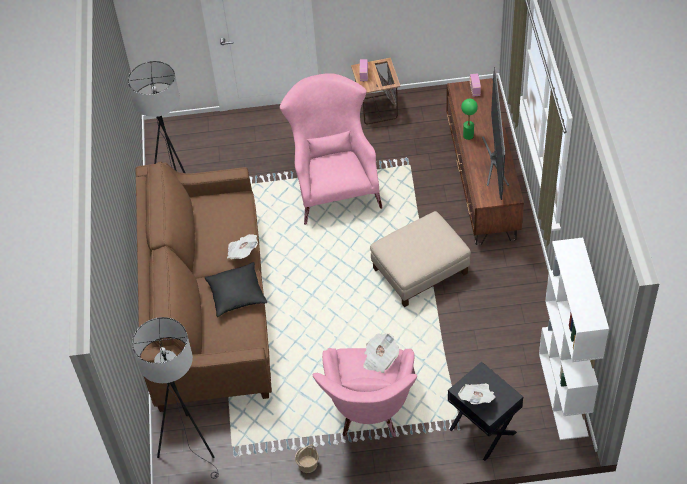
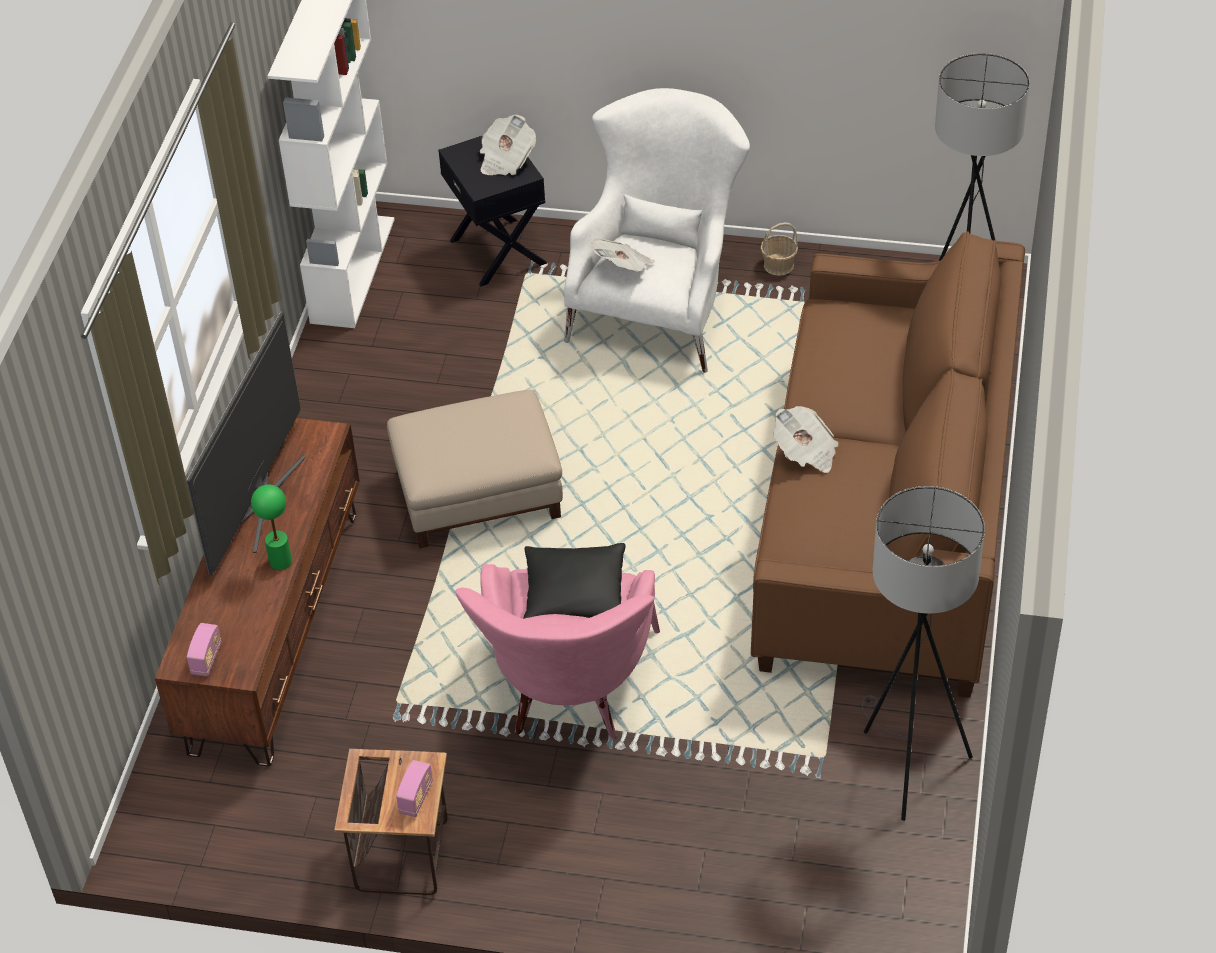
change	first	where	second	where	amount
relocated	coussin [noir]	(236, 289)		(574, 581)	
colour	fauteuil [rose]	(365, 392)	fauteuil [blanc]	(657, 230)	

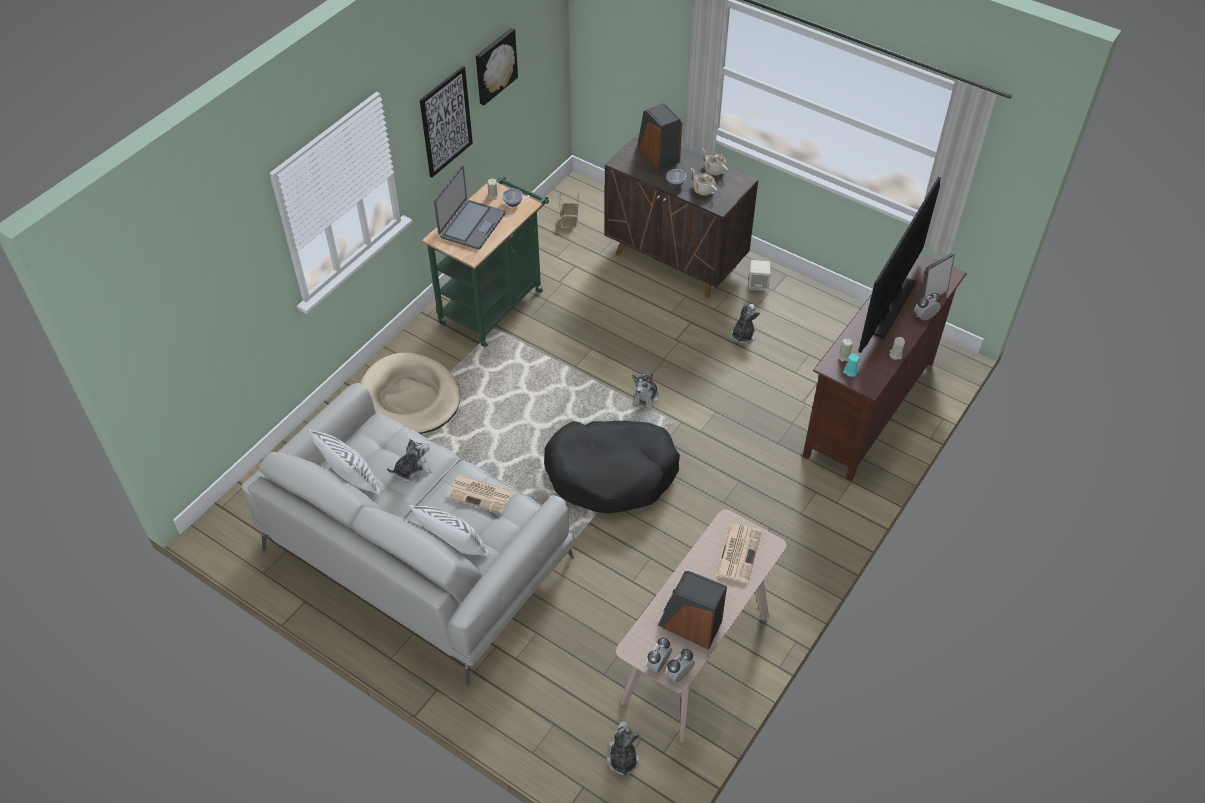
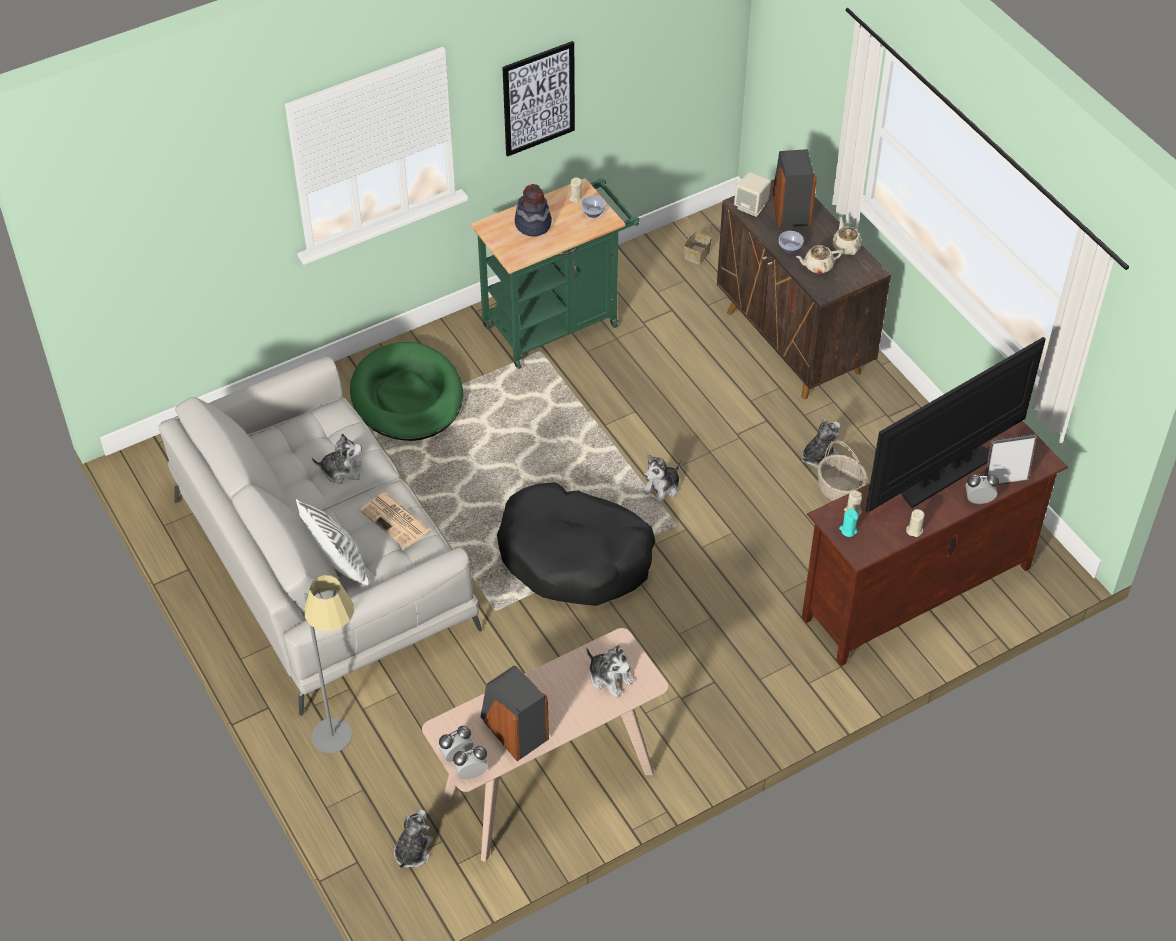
change	first	where	second	where	amount
missing	coussin [blanc]	(345, 462)			
missing	tableau	(497, 66)			
appeared			lampadaire [gris]	(329, 664)	
appeared			panier	(842, 470)	
relocated	enceinte [beige]	(759, 275)		(752, 194)	
exchanged	ordinateur portable	(470, 207)	chapeau	(533, 210)	
exchanged	journal	(738, 553)	peluche	(610, 671)	
colour	panier pour chien [beige]	(410, 393)	panier pour chien [vert]	(406, 391)	
spun	théière [beige]	(704, 182)		(819, 259)	90 degrees counterclockwise

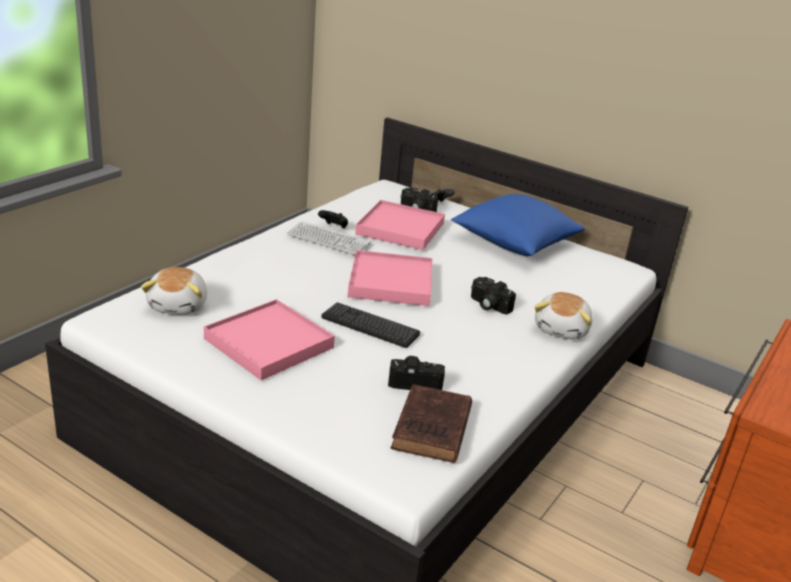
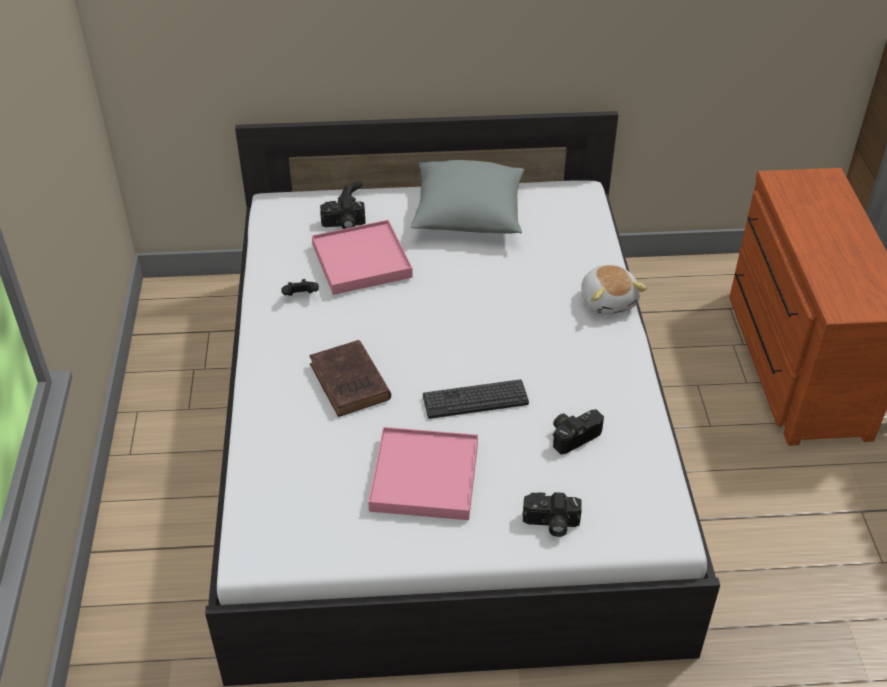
change	first	where	second	where	amount
missing	peluche	(174, 291)			
missing	clavier	(329, 238)			
missing	plateau [rose]	(390, 278)			
relocated	livre [marron]	(431, 423)		(350, 378)	
relocated	appareil photo	(493, 296)		(552, 514)	
colour	coussin [bleu]	(518, 225)	coussin [gris]	(468, 197)	

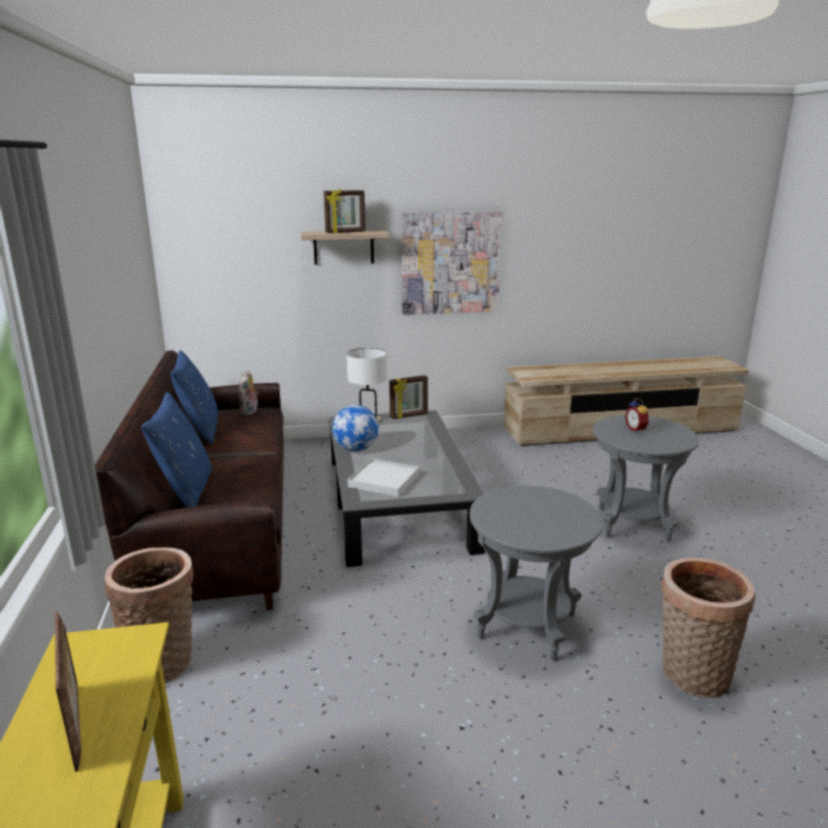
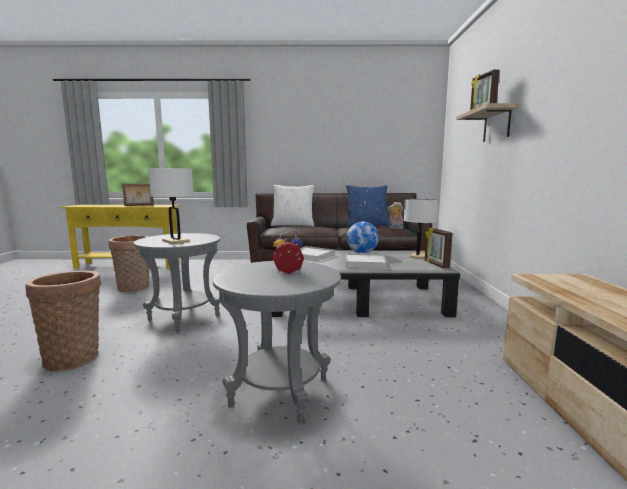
change	first	where	second	where	amount
missing	tableau	(452, 263)			
appeared			lampe de table [blanc]	(171, 206)	
appeared			plateau [blanc]	(365, 261)	
relocated	panier	(149, 615)		(129, 263)	
colour	coussin [bleu]	(176, 450)	coussin [blanc]	(293, 205)	

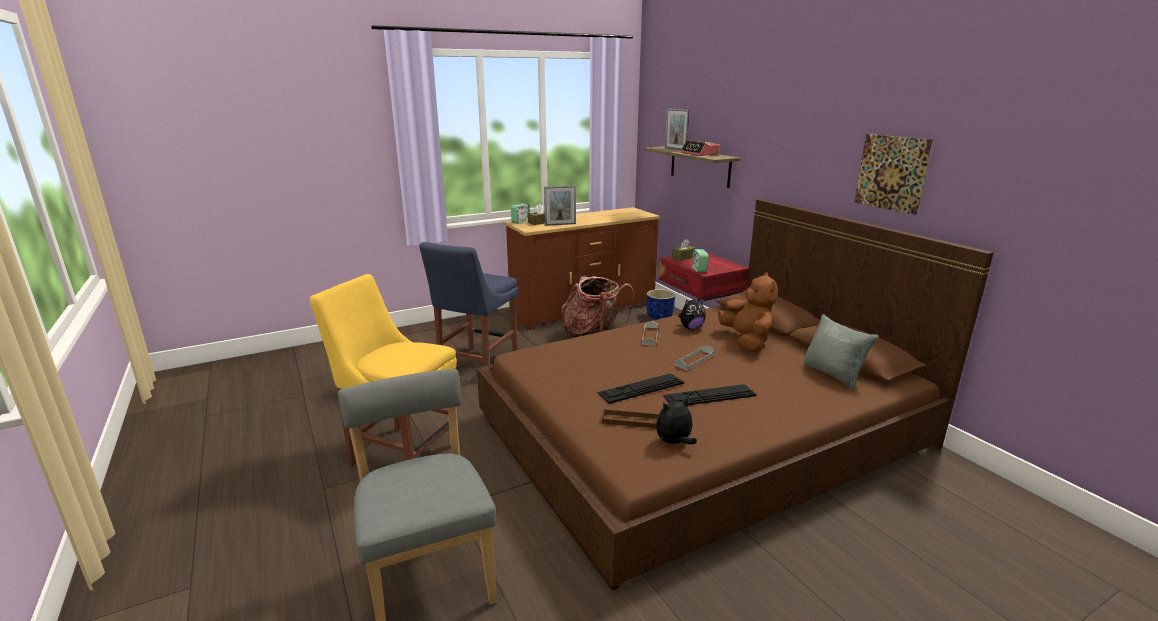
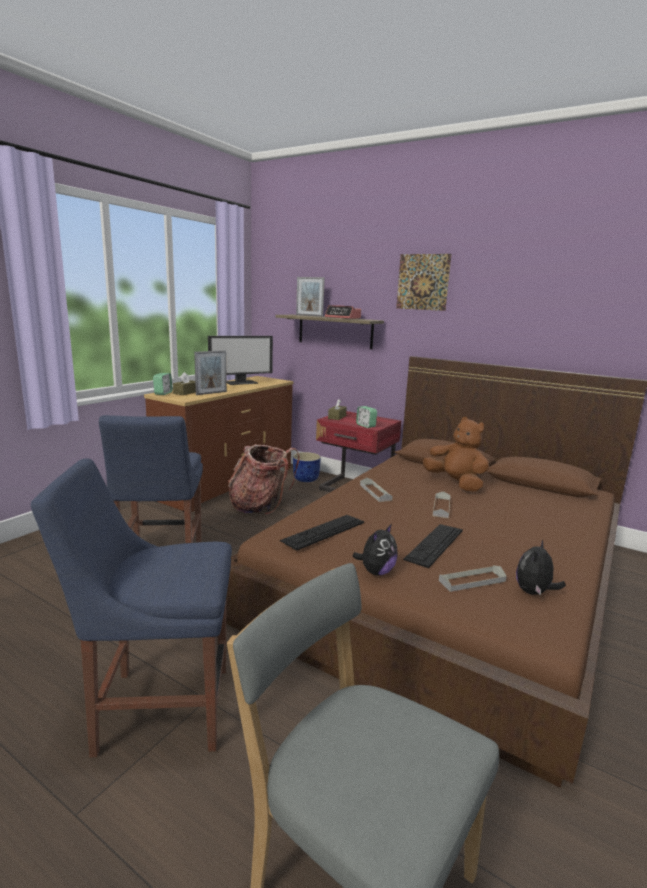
change	first	where	second	where	amount
missing	coussin [gris]	(841, 351)			
appeared			écran d'ordinateur	(240, 360)	
relocated	clavier	(709, 394)		(322, 533)	
relocated	peluche	(692, 314)		(375, 550)	
relocated	tableau	(893, 174)		(424, 282)	
colour	chaise [jaune]	(383, 370)	chaise [bleu]	(131, 608)	
colour	plateau [marron]	(630, 418)	plateau [gris]	(473, 578)	

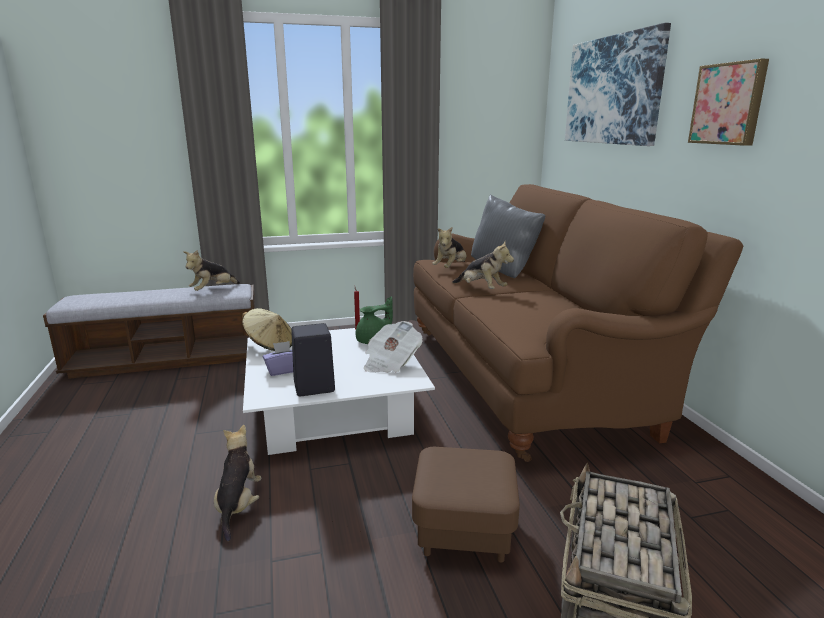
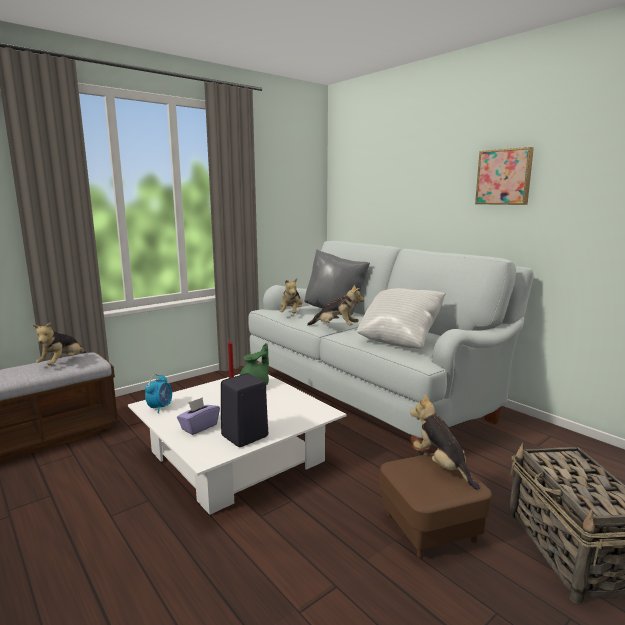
change	first	where	second	where	amount
missing	journal	(393, 347)			
missing	tableau	(618, 84)			
appeared			coussin [blanc]	(401, 318)	
relocated	peluche	(237, 483)		(445, 442)	
exchanged	chapeau [beige]	(267, 329)	réveil	(158, 393)	
colour	canapé [marron]	(578, 323)	canapé [blanc]	(391, 348)	

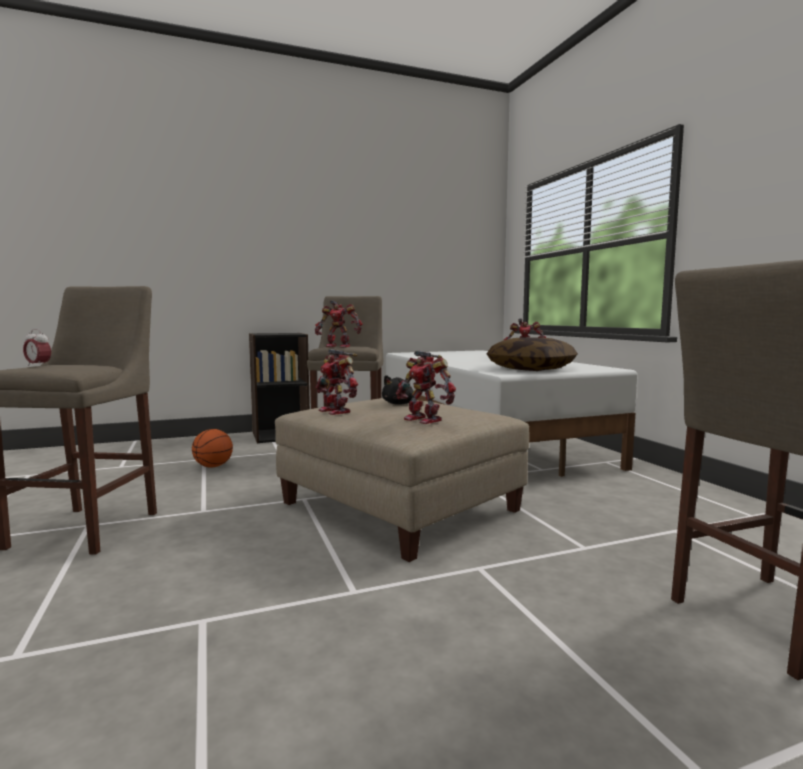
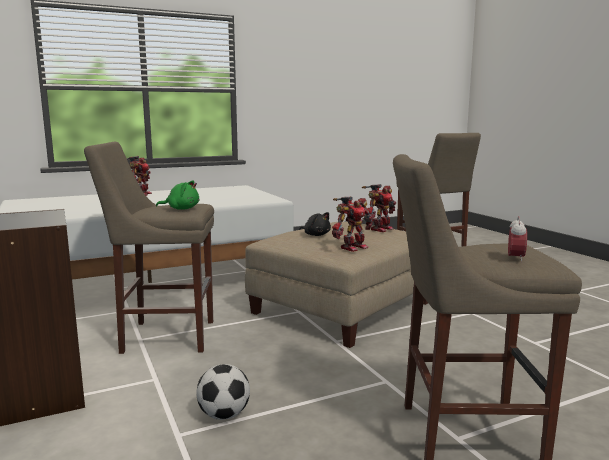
change	first	where	second	where	amount
missing	coussin	(532, 354)			
exchanged	ballon de basket	(212, 448)	ballon de foot	(223, 392)	
exchanged	robot jouet	(339, 323)	peluche [vert]	(177, 195)	

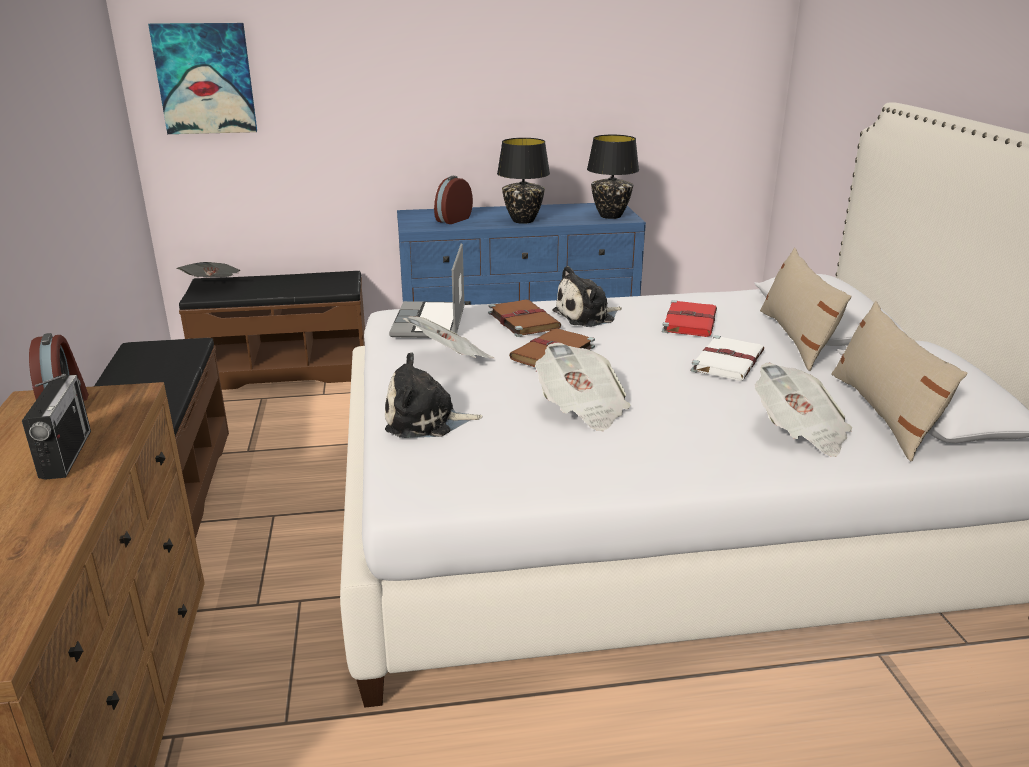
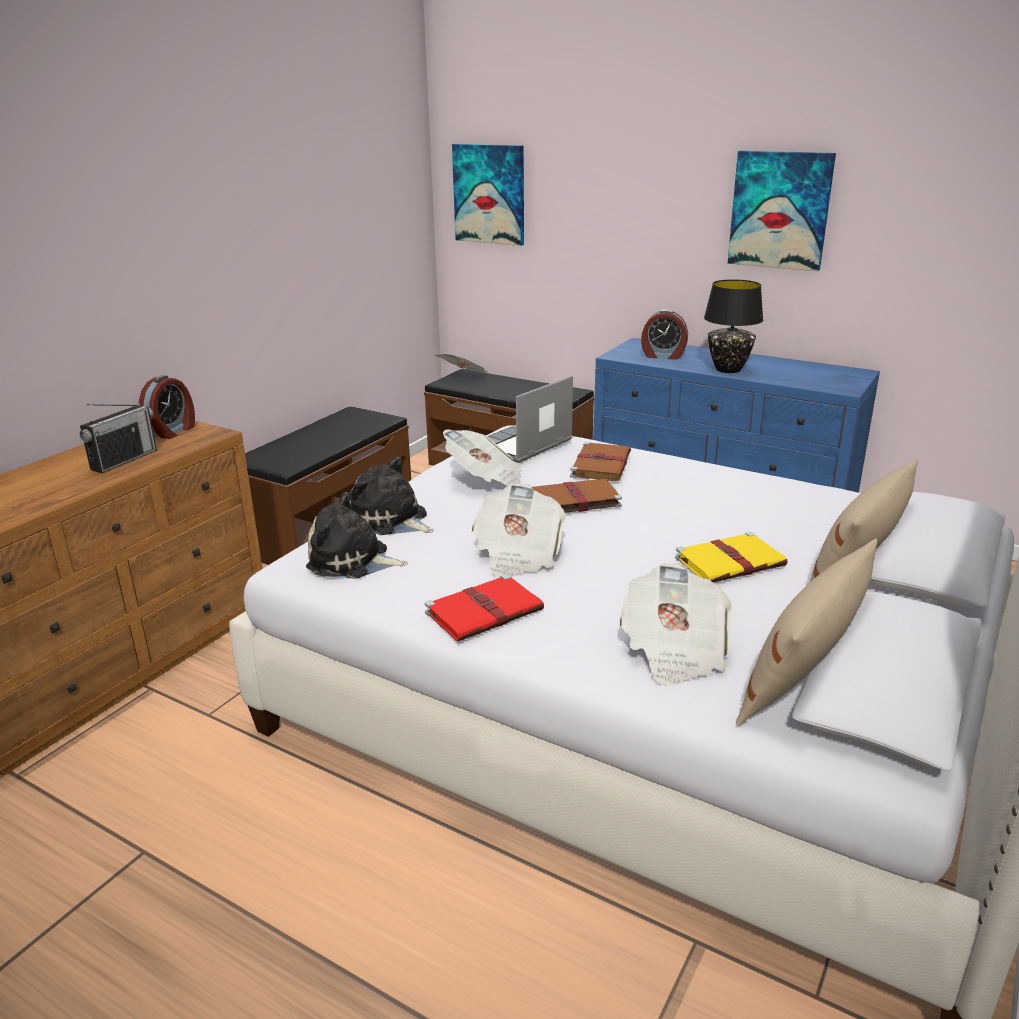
change	first	where	second	where	amount
missing	lampe de table [noir]	(613, 177)			
appeared			tableau	(782, 211)	
relocated	peluche	(587, 296)		(357, 535)	
relocated	livre [rouge]	(689, 318)		(484, 607)	
colour	livre [blanc]	(727, 358)	livre [jaune]	(731, 557)	
spun	réveil	(453, 200)		(664, 335)	150 degrees counterclockwise

